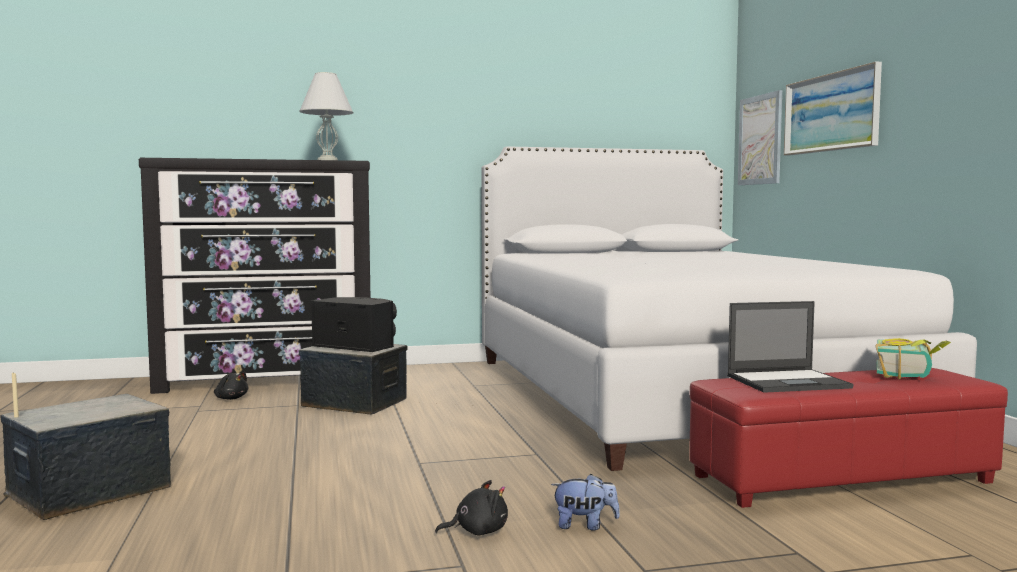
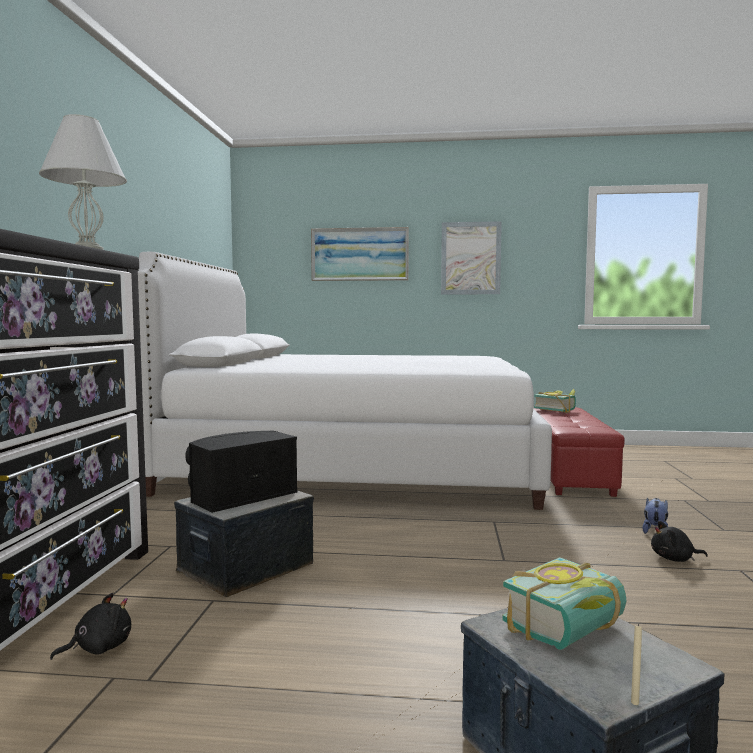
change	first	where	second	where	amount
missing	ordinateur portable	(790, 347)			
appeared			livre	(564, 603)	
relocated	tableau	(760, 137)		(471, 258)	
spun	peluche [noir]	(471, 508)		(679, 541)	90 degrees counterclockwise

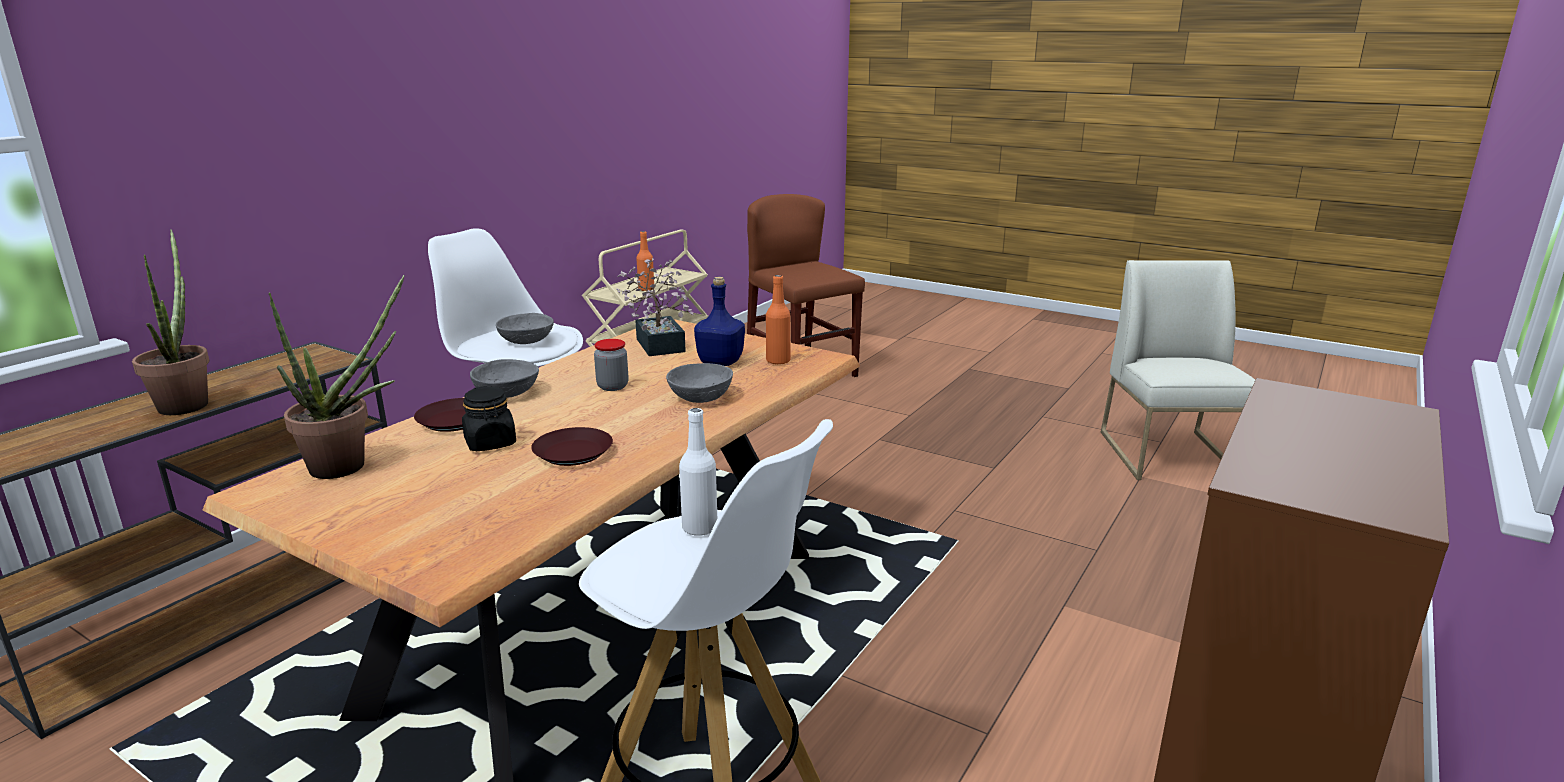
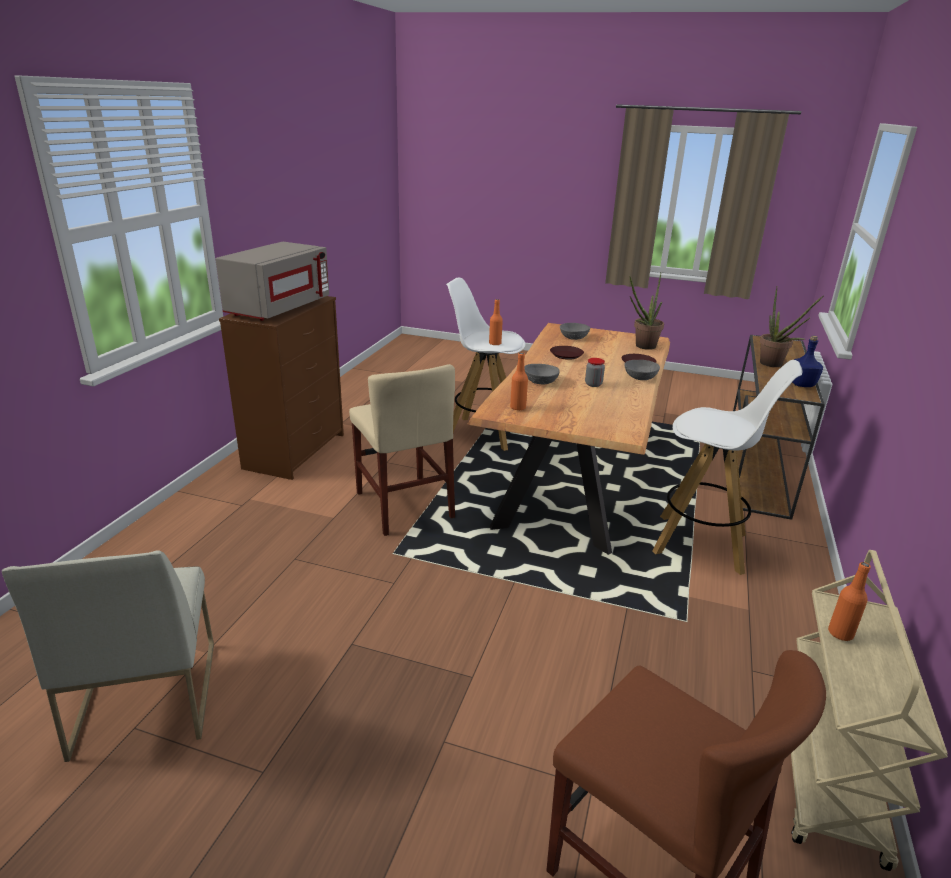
change	first	where	second	where	amount
missing	bocal [noir]	(489, 418)			
missing	plante en pot	(655, 307)			
appeared			micro-ondes [gris]	(272, 281)	
appeared			chaise [beige]	(402, 450)	
relocated	bol [gris]	(525, 328)		(575, 331)	
relocated	bouteille [bleu]	(719, 321)		(807, 361)	
colour	bouteille [blanc]	(698, 472)	bouteille [orange]	(496, 322)	

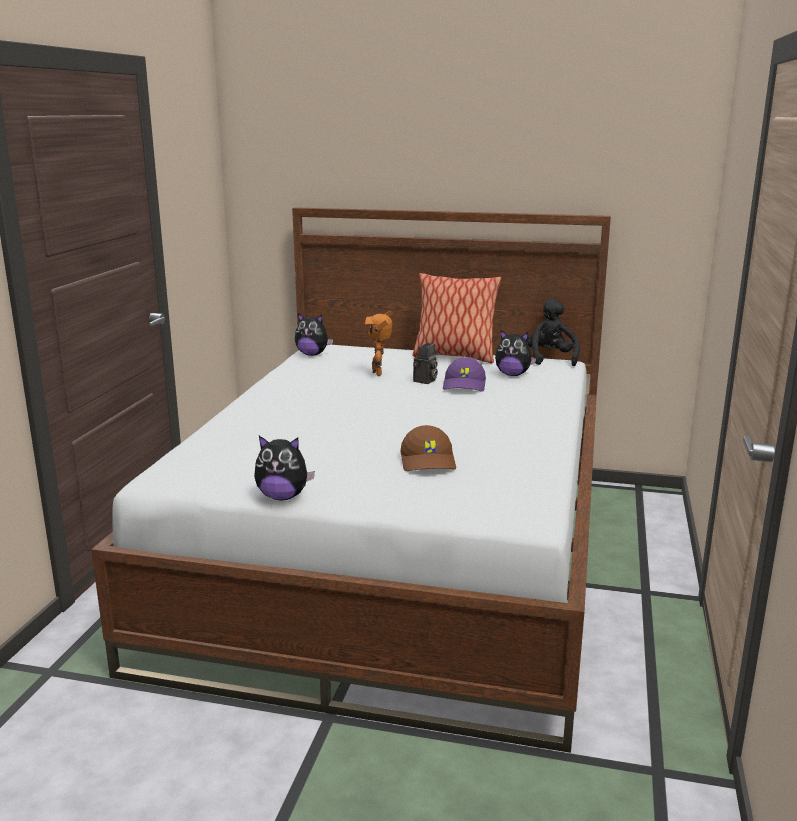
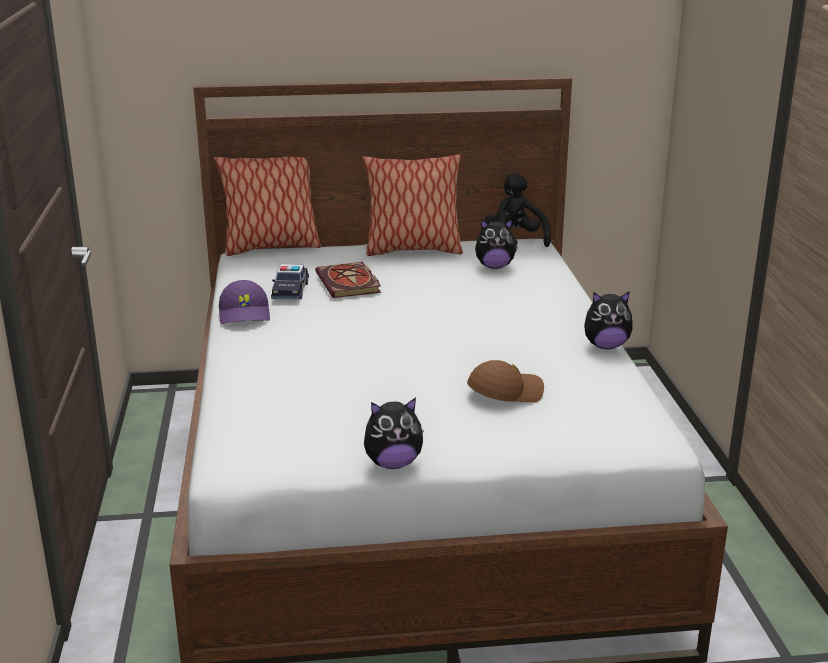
change	first	where	second	where	amount
missing	appareil photo	(425, 363)			
appeared			coussin	(267, 206)	
appeared			petite voiture	(290, 282)	
relocated	peluche	(314, 334)		(608, 320)	
relocated	casquette [violet]	(464, 374)		(244, 302)	
exchanged	robot jouet	(379, 343)	livre	(348, 280)	
spun	casquette [marron]	(428, 448)		(505, 381)	90 degrees counterclockwise

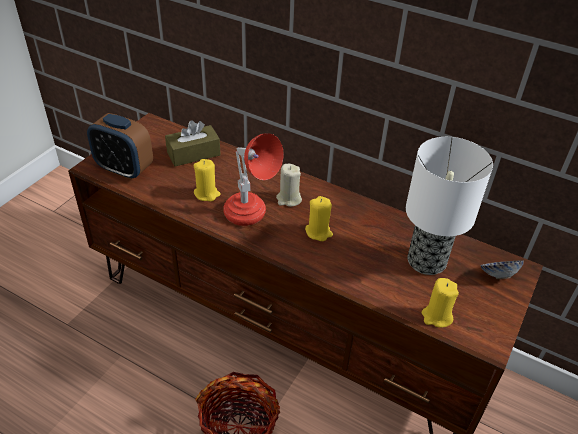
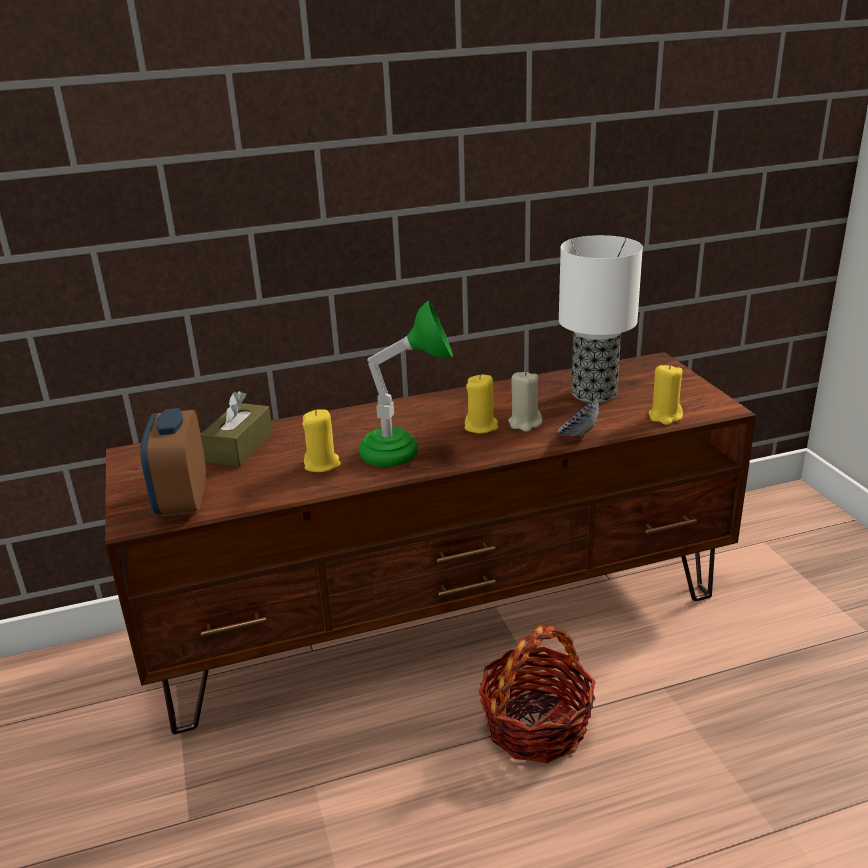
change	first	where	second	where	amount
relocated	bougie [beige]	(289, 185)		(525, 401)	
relocated	bol	(502, 270)		(578, 417)	
colour	lampe de table [rouge]	(253, 179)	lampe de table [vert]	(406, 384)	
spun	réveil	(120, 146)		(173, 462)	105 degrees clockwise

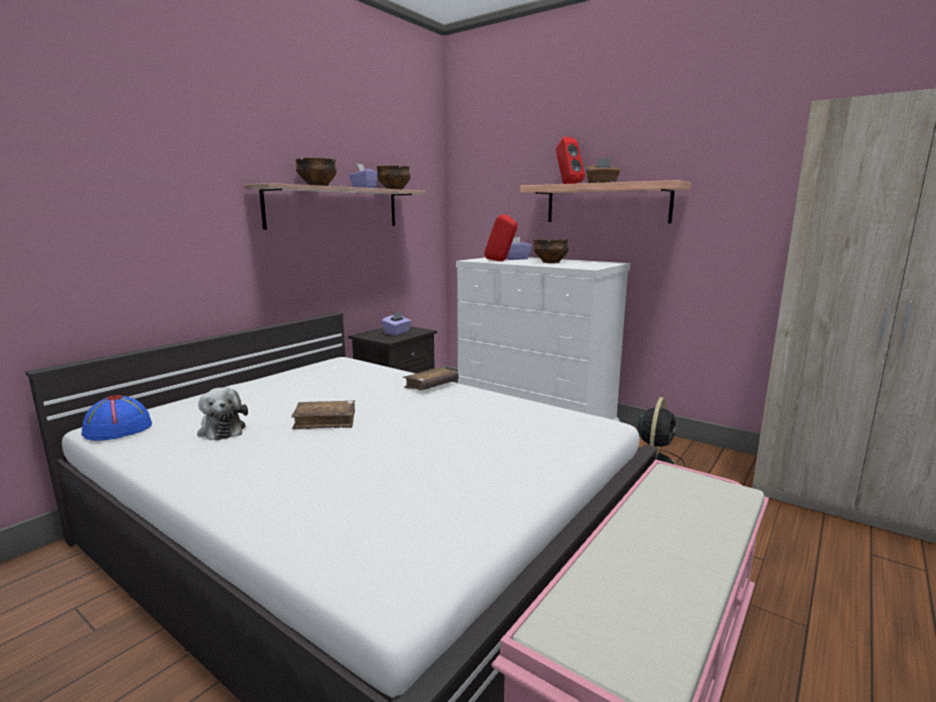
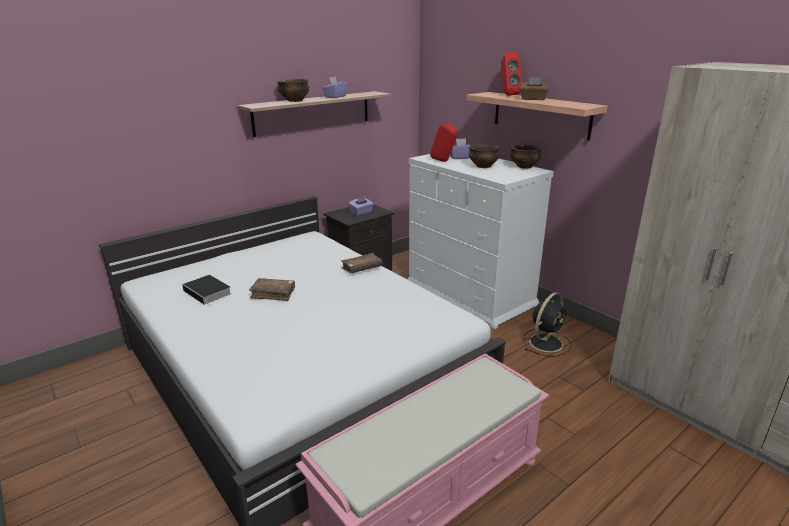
change	first	where	second	where	amount
missing	chapeau [bleu]	(116, 418)			
relocated	bol	(394, 177)		(526, 157)	
exchanged	peluche	(222, 414)	livre	(206, 291)	

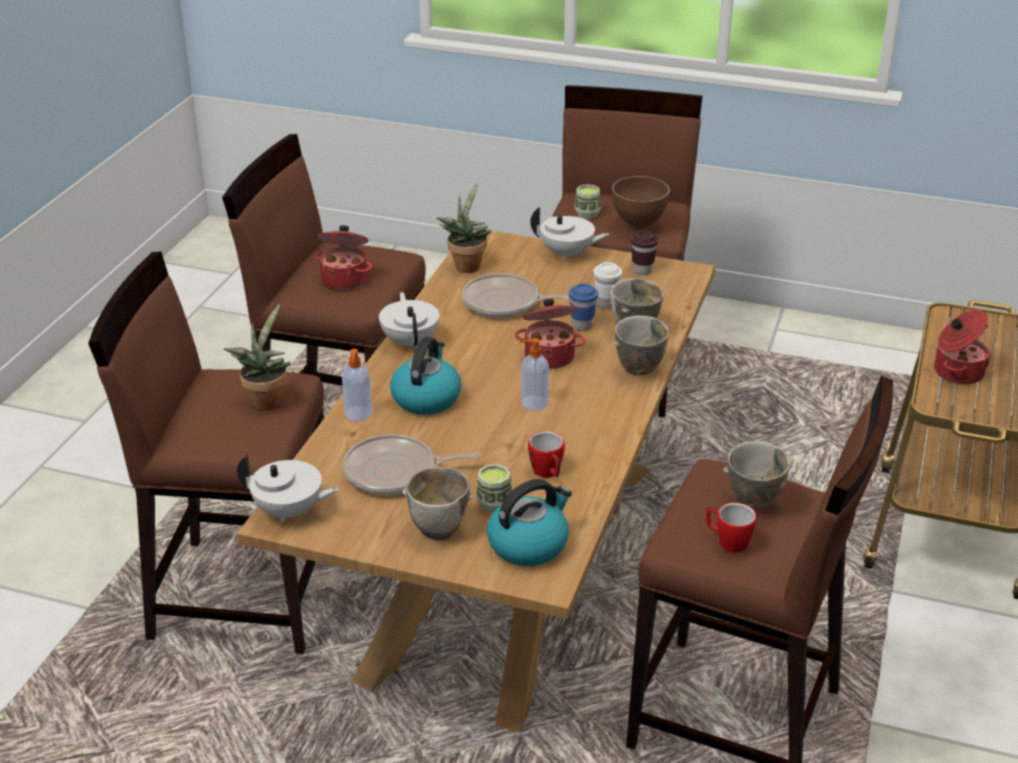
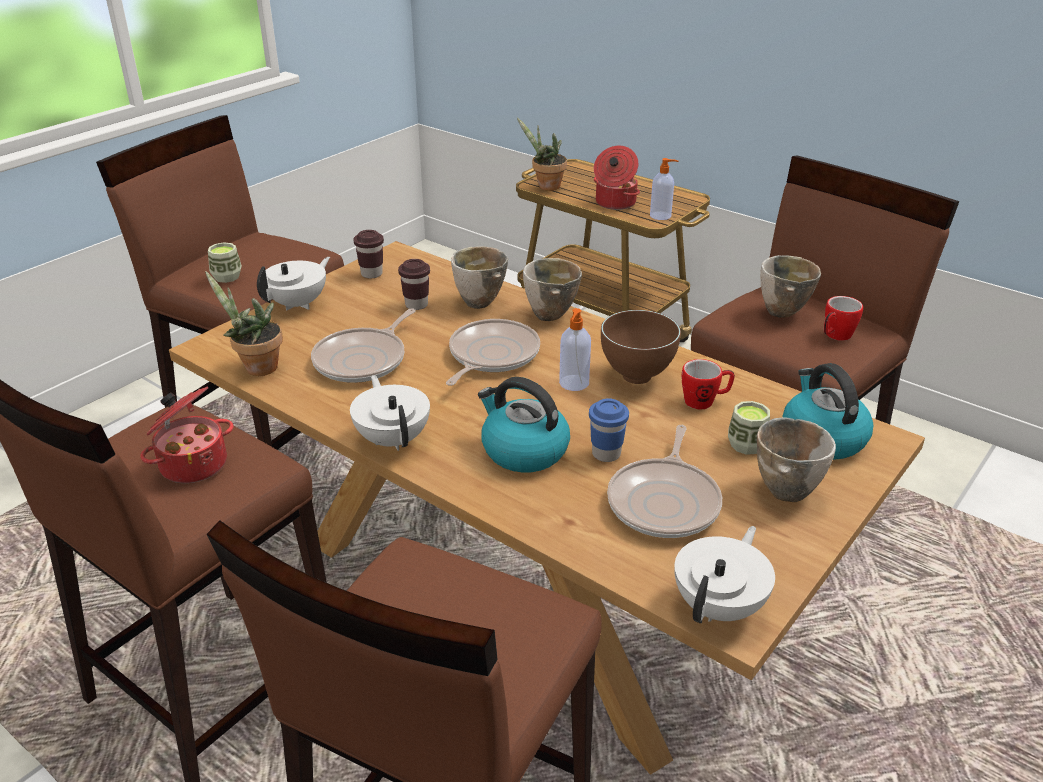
change	first	where	second	where	amount
relocated	plante en pot	(257, 357)		(542, 154)	
relocated	distributeur de savon	(357, 385)		(664, 189)	
relocated	tasse [bleu]	(583, 307)		(609, 430)	
relocated	bol [marron]	(641, 203)		(641, 347)	
exchanged	marmite	(550, 334)	poêle	(493, 352)	
colour	tasse [blanc]	(607, 285)	tasse [marron]	(414, 284)	
spun	théière [blanc]	(409, 321)		(390, 413)	60 degrees clockwise

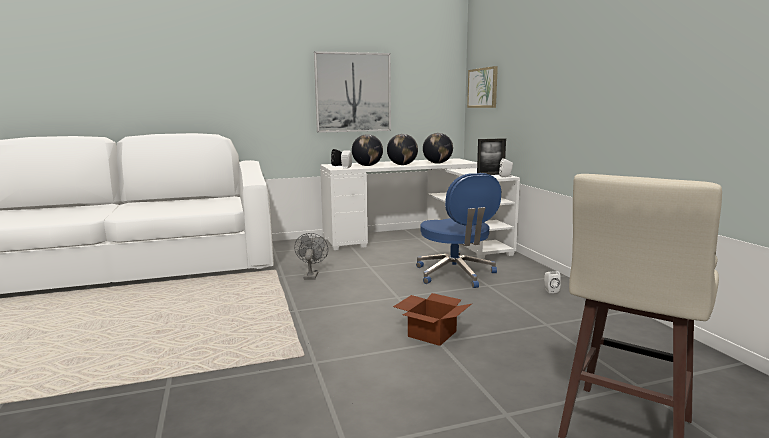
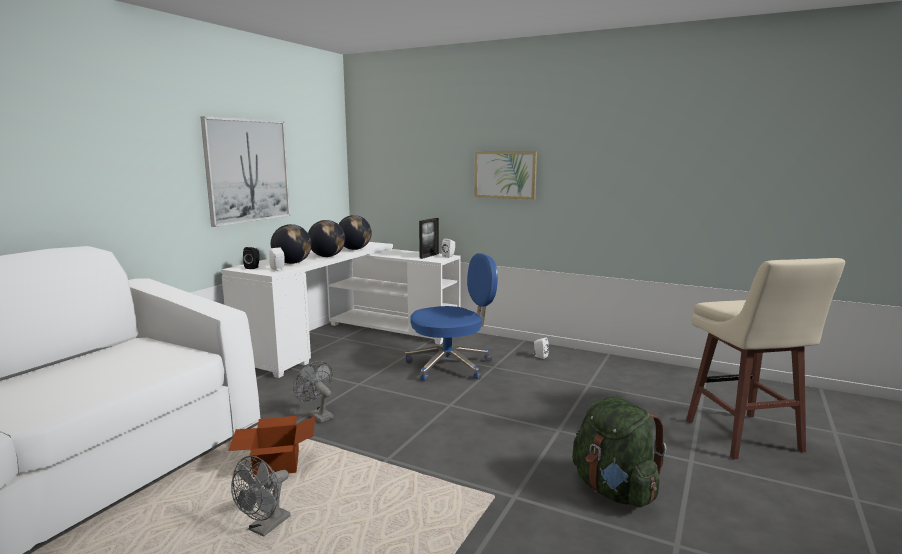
change	first	where	second	where	amount
appeared			ventilateur [gris]	(261, 496)	
appeared			sac à dos [vert]	(619, 452)	
relocated	carton	(432, 319)		(271, 446)	
relocated	tableau	(482, 87)		(506, 175)	
spun	chaise de bureau [bleu]	(458, 230)		(451, 317)	45 degrees counterclockwise

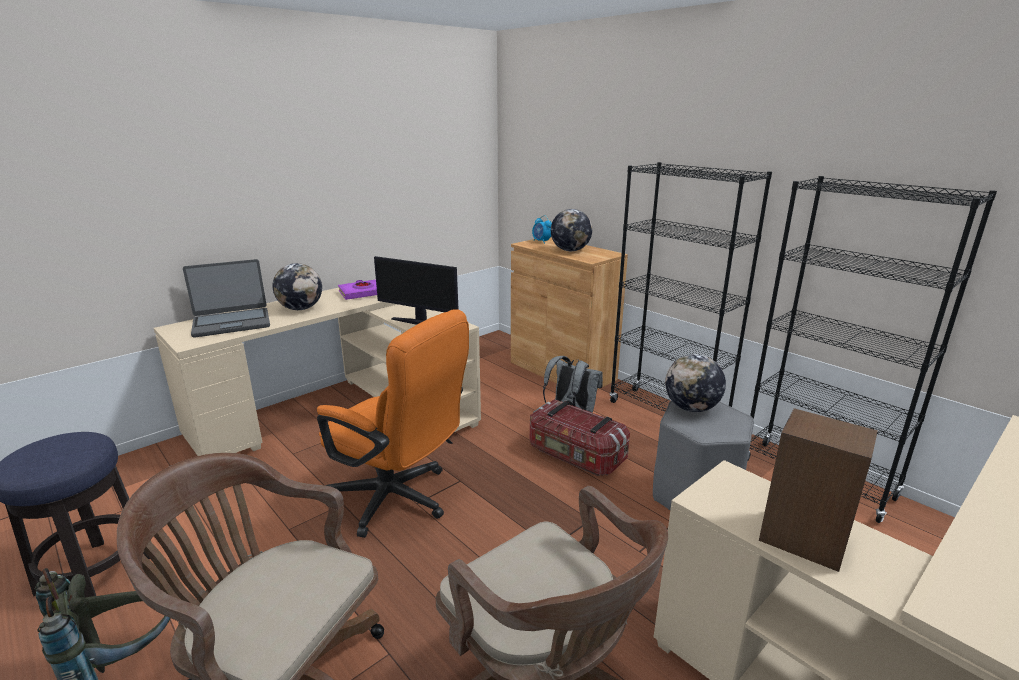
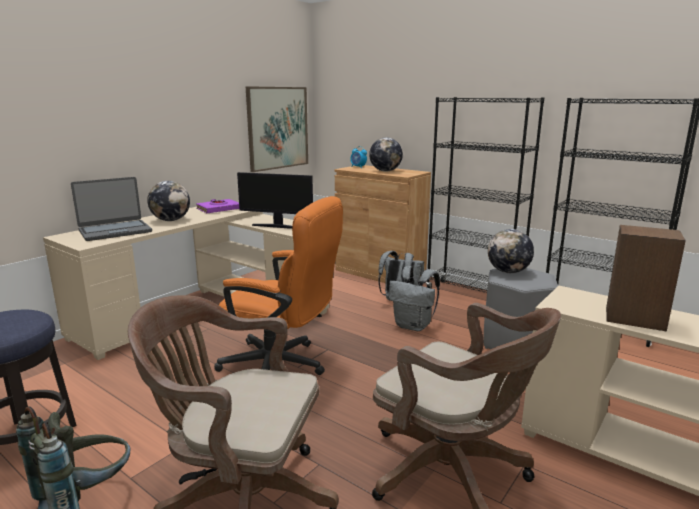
change	first	where	second	where	amount
appeared			tableau	(277, 129)	
exchanged	boîte de rangement	(580, 437)	sac à dos [gris]	(414, 298)	

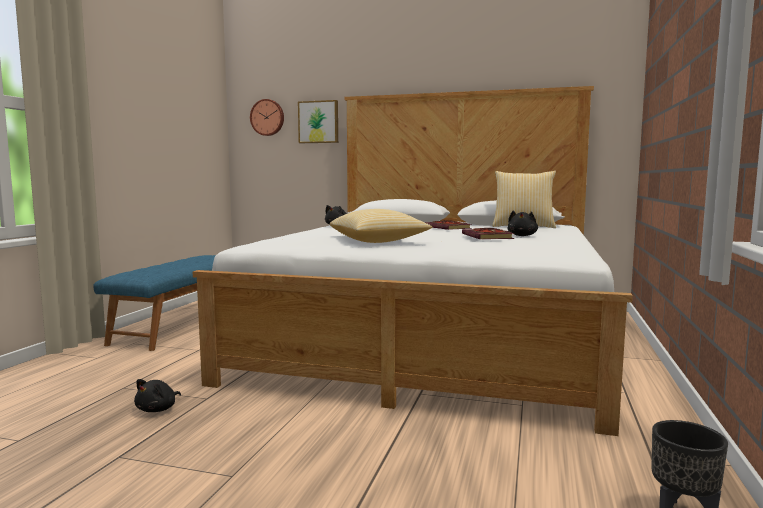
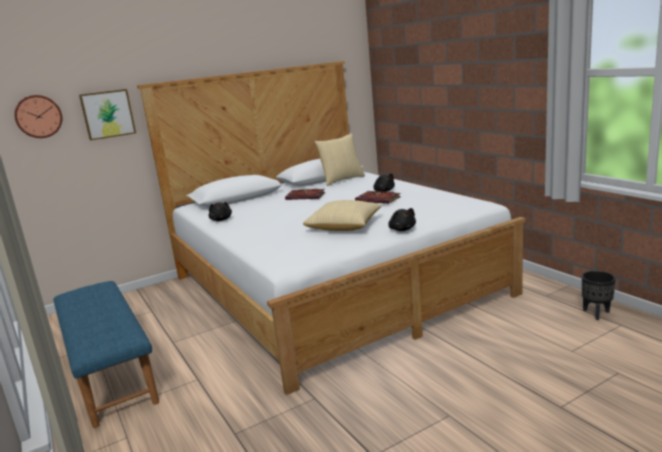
change	first	where	second	where	amount
relocated	peluche [noir]	(157, 395)		(402, 219)	

